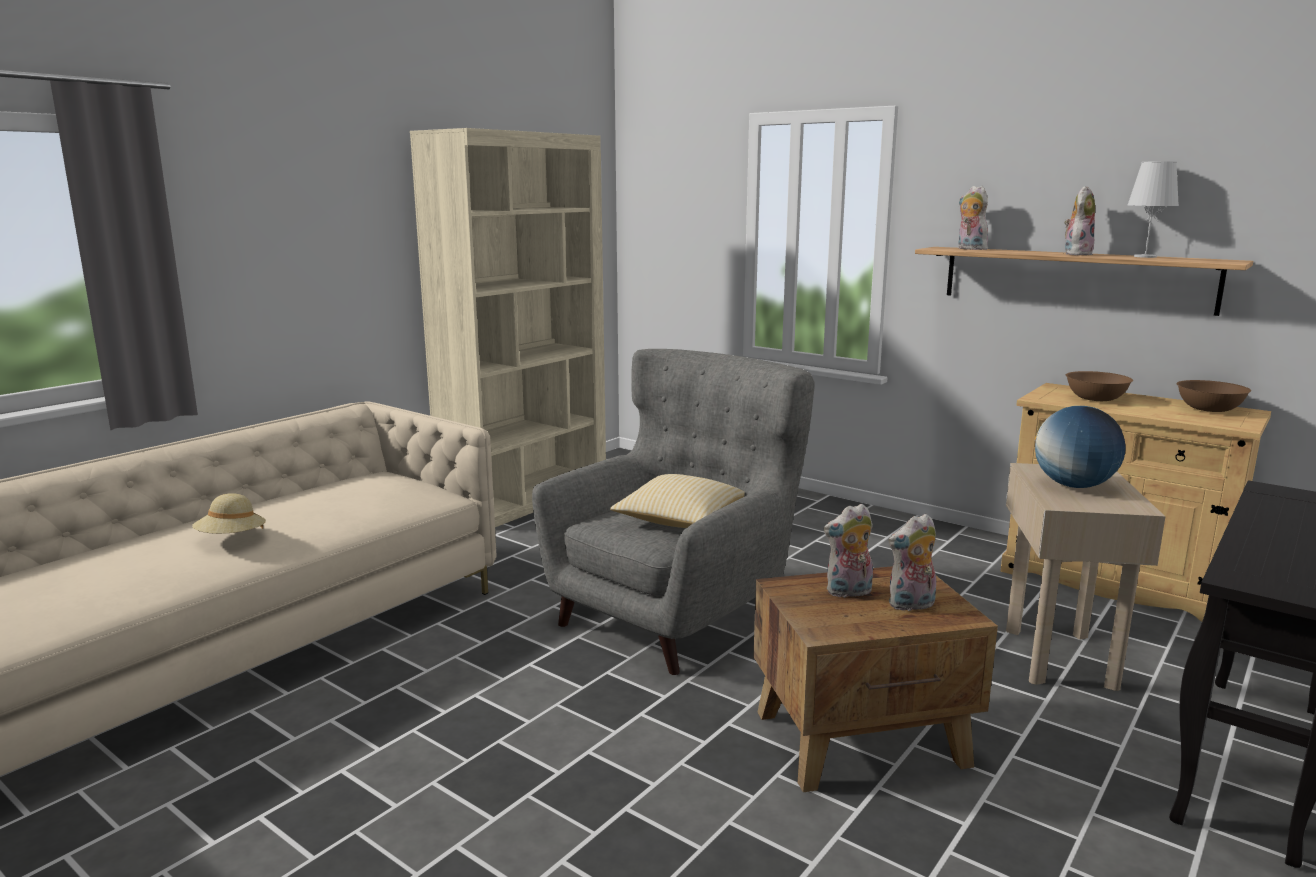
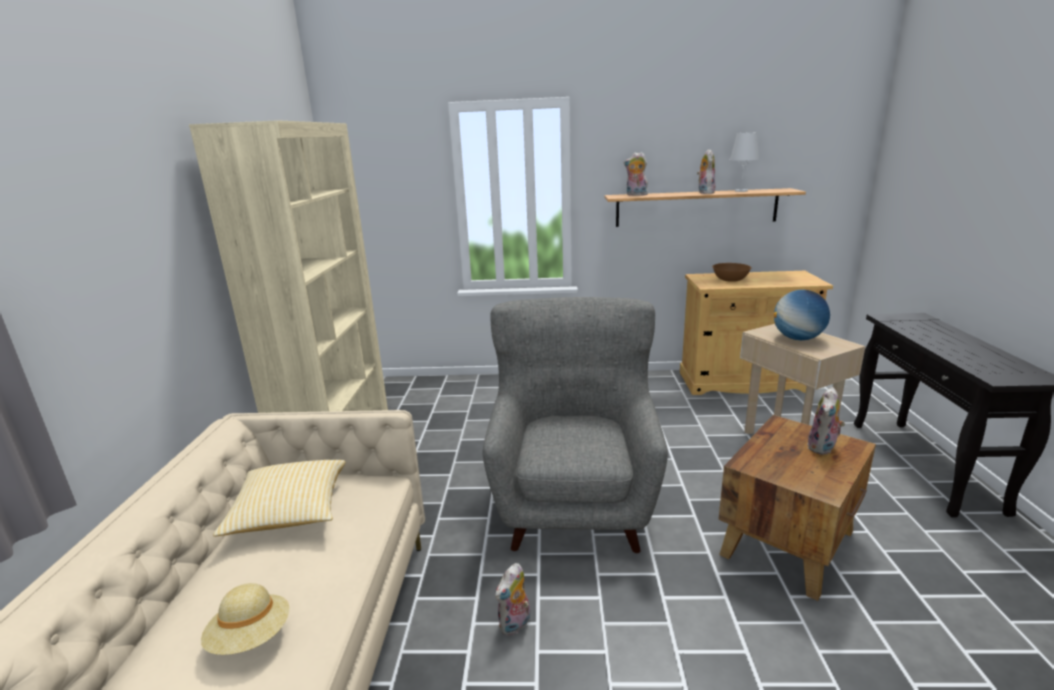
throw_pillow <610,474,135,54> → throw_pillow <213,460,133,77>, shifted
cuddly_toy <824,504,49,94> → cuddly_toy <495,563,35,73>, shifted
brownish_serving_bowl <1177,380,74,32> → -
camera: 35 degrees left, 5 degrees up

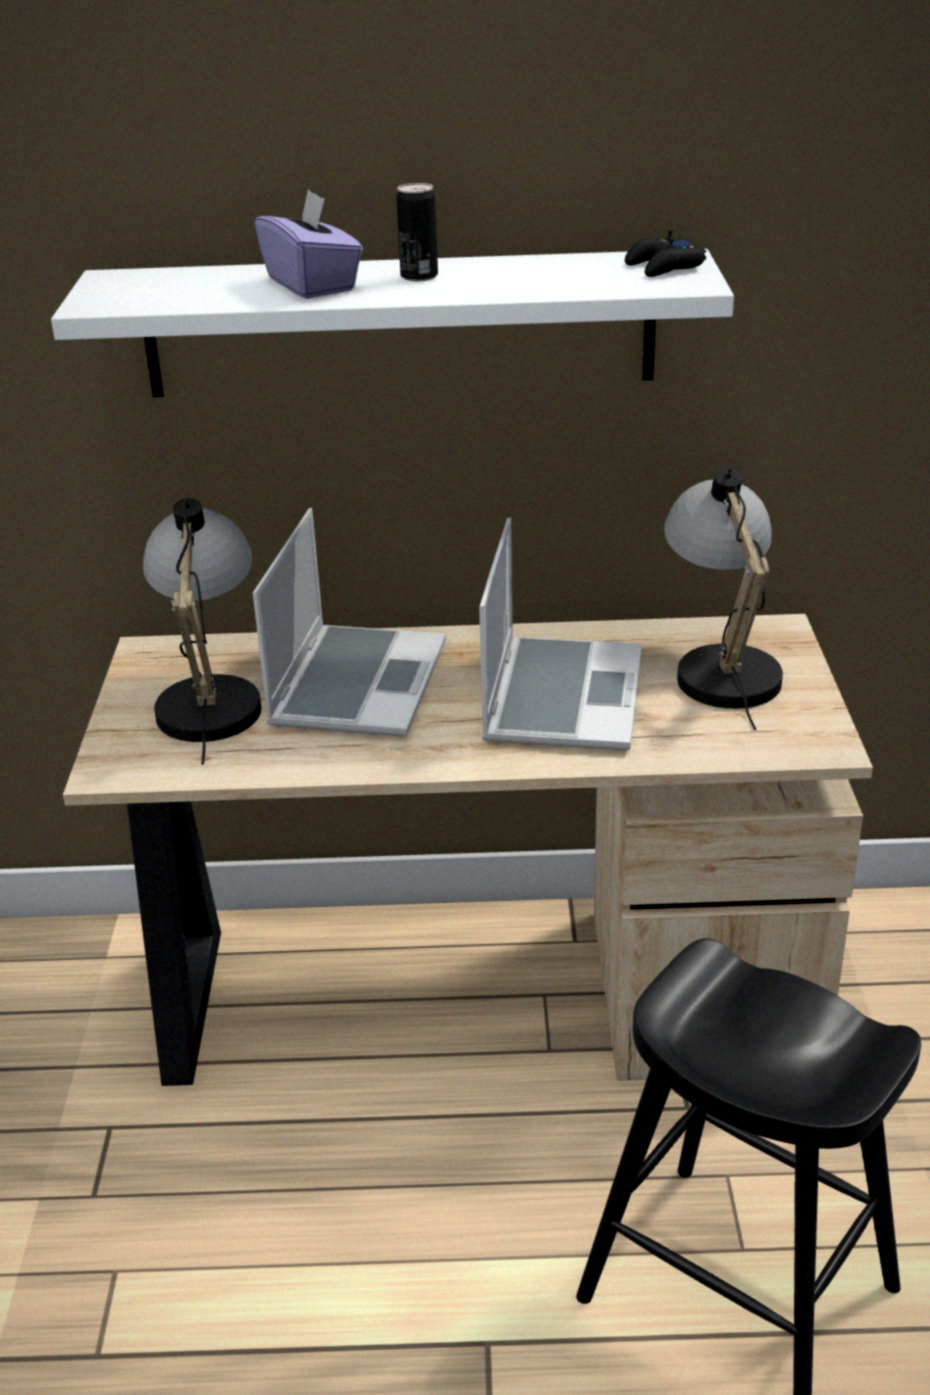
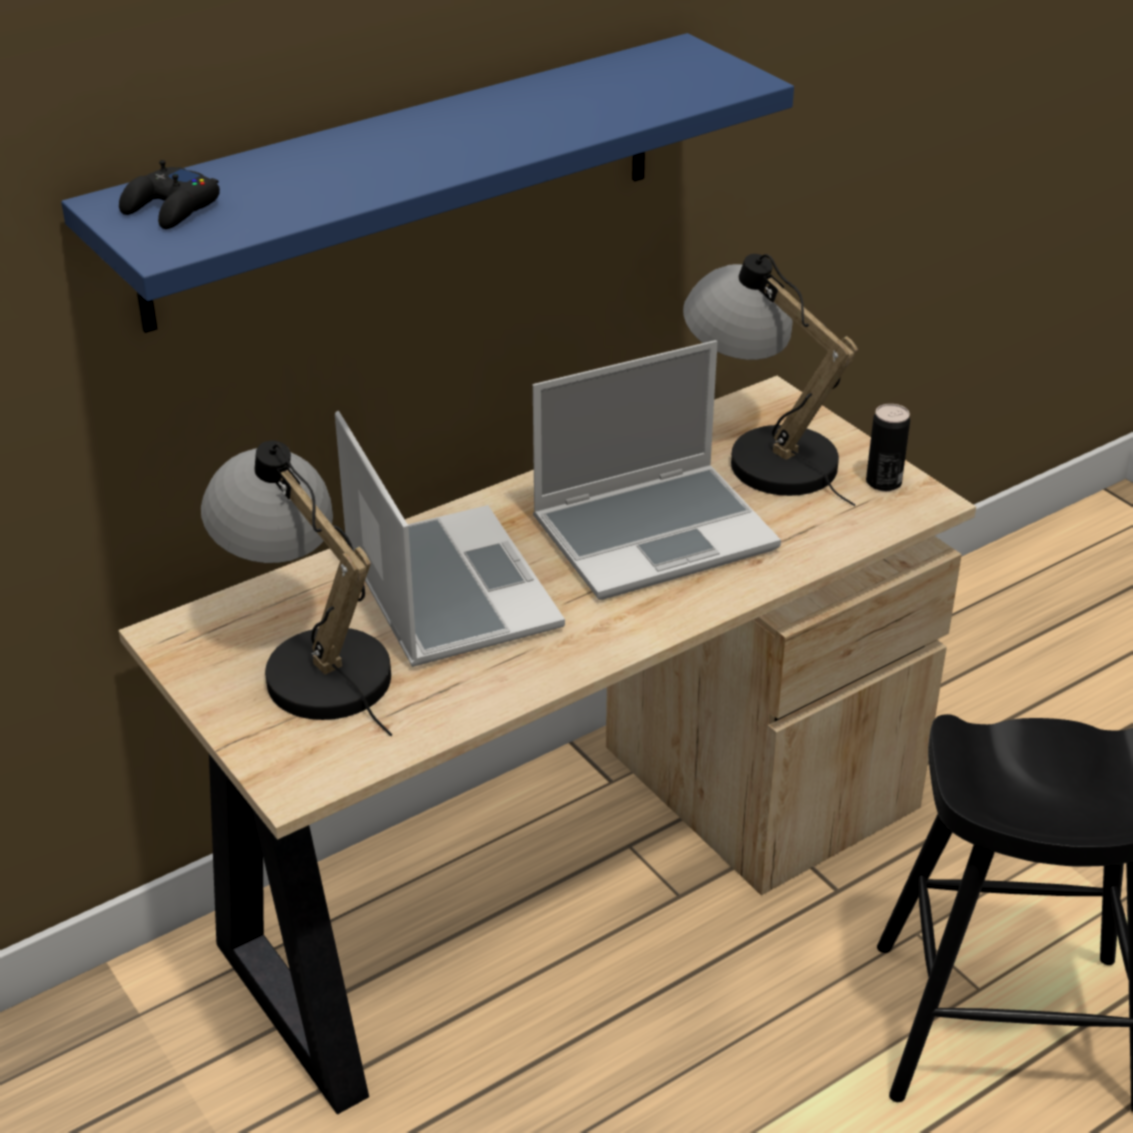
white_bracket_shelf <51,249,683,148> → bluish_bracket_shelf <61,33,733,300>
purple-coloured_box_of_tissues <255,189,108,110> → -
can <396,183,42,98> → can <866,404,44,87>, shifted
notebook_computer <479,518,163,232> → notebook_computer <533,340,248,260>, 90 degrees clockwise
blackish_joypad <625,230,81,47> → blackish_joypad <119,160,101,69>, shifted
camera: 35 degrees left, 5 degrees up

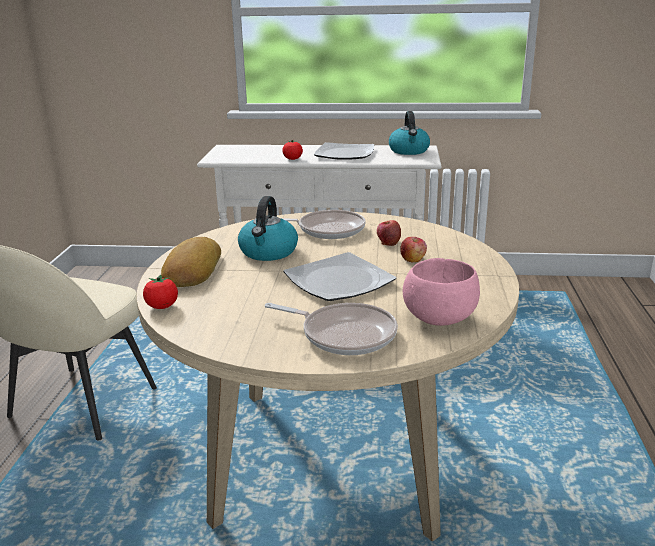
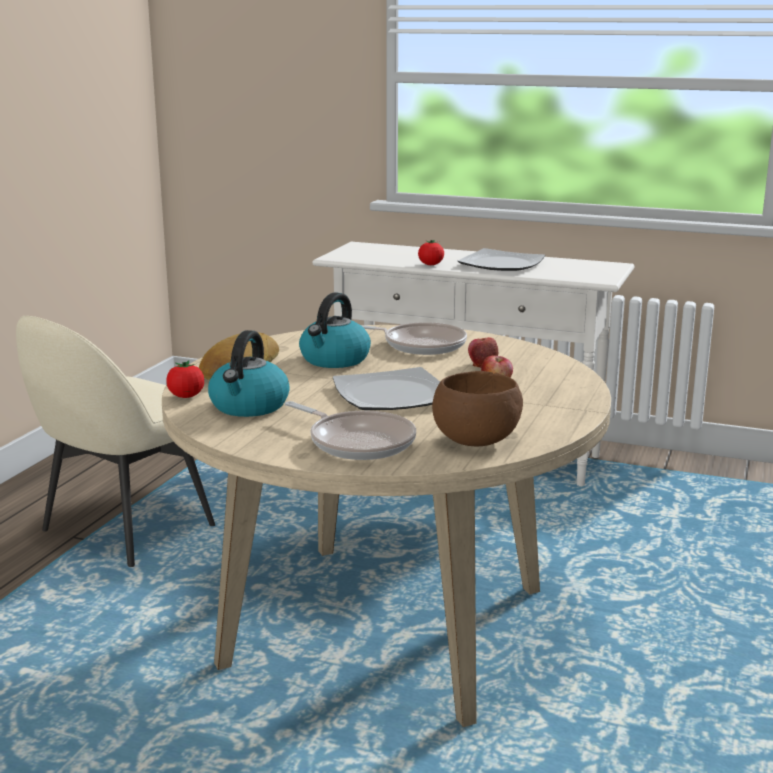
water_kettle <389,111,41,44> → water_kettle <208,330,82,87>, shifted
pink_serving_bowl <403,258,77,68> → brownish_serving_bowl <432,371,91,75>
camera: 15 degrees right, 5 degrees down

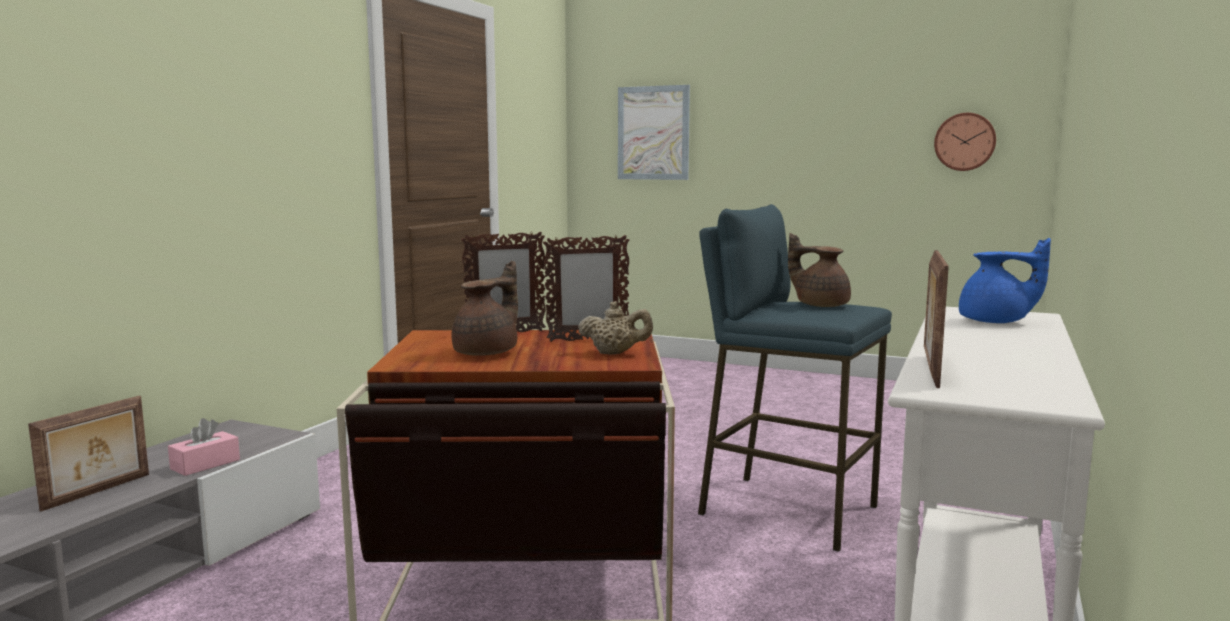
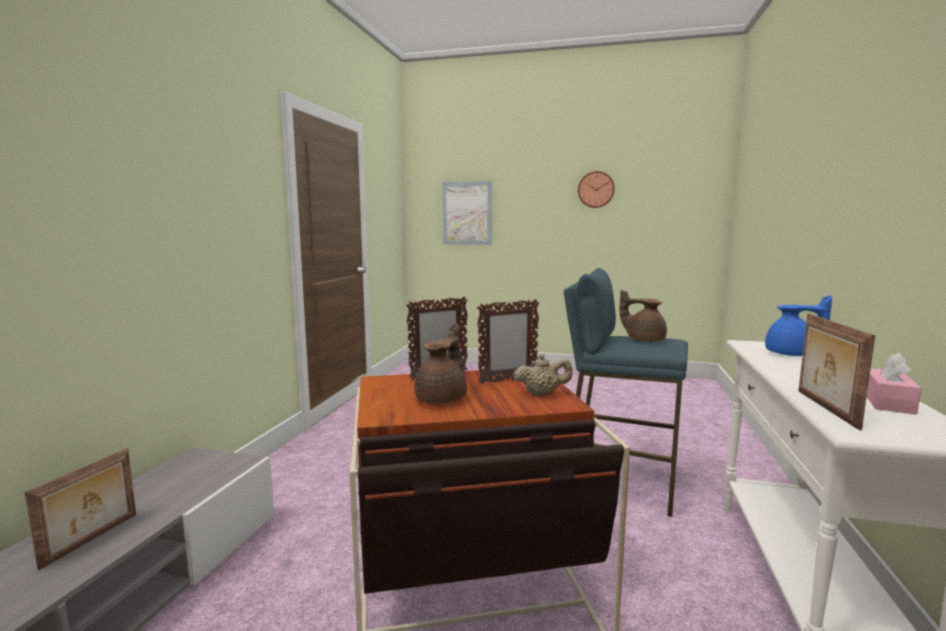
pink_box_of_tissues <168,418,72,58> → pink_box_of_tissues <867,353,55,61>, shifted
wall_clock <934,113,62,58> → wall_clock <578,171,37,37>, shifted
camera: 10 degrees left, 0 degrees up

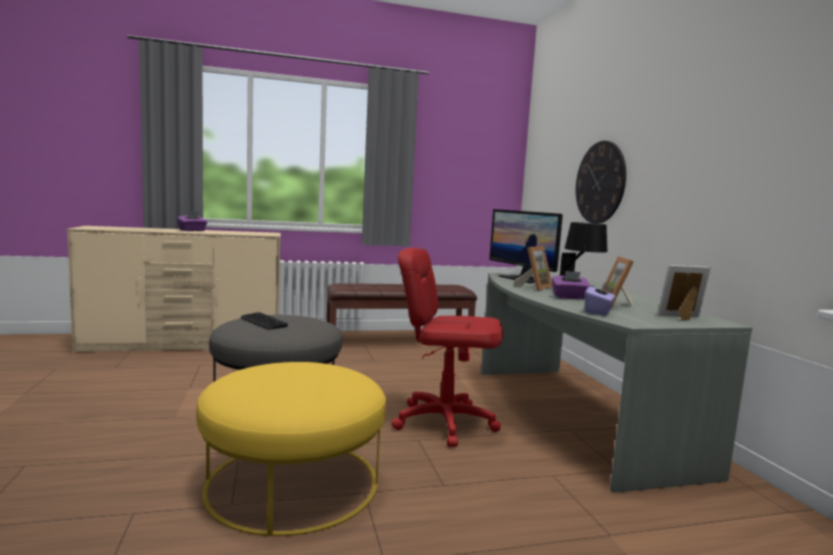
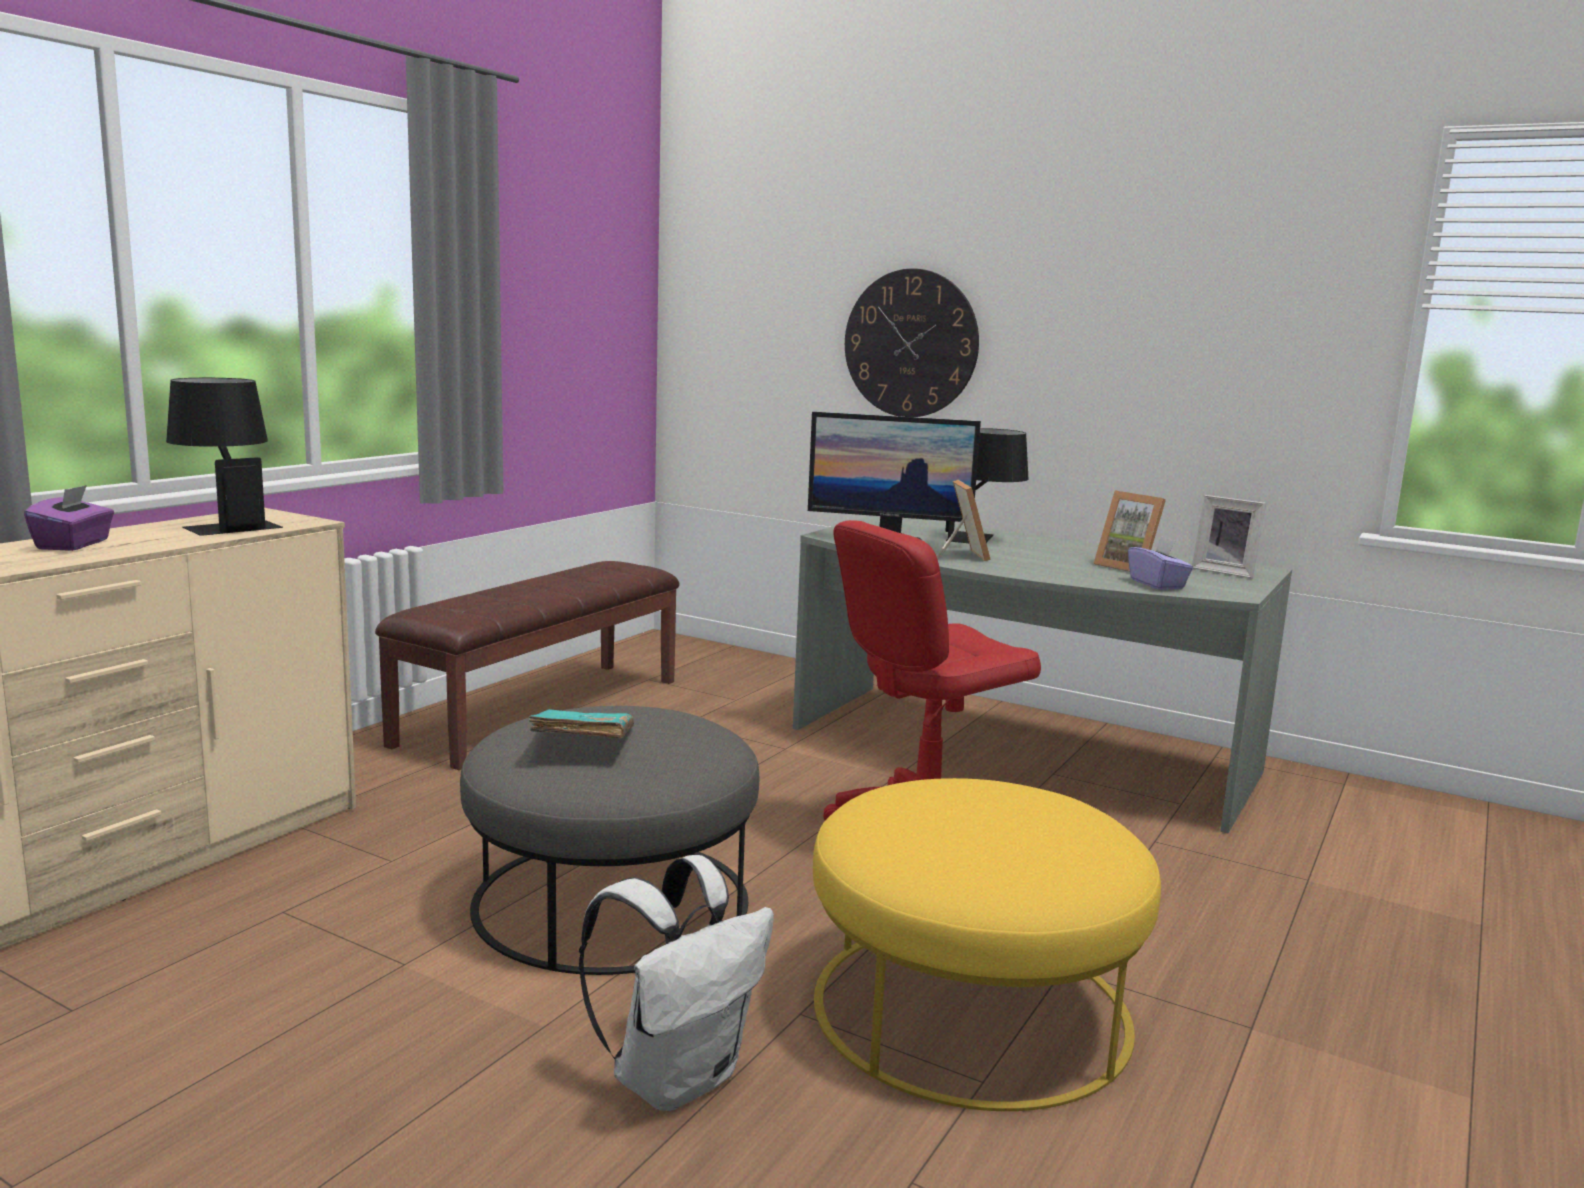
computer_keyboard <241,312,47,18> → blue-green_volume <529,709,105,29>
purple-coloured_box_of_tissues <552,271,39,29> → -
standing_frame <658,265,53,55> → standing_frame <1192,495,75,83>, 90 degrees counterclockwise
- → blackish_table_lamp <166,378,117,158>
- → white_rucksack <579,855,195,256>
camera: 45 degrees left, 5 degrees up

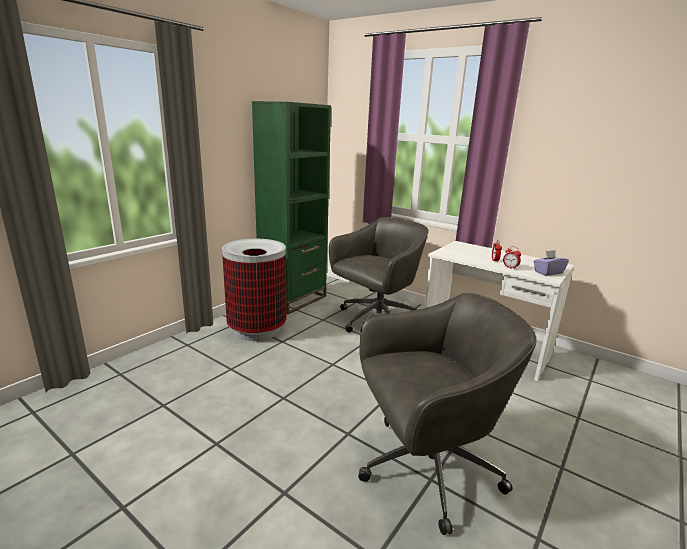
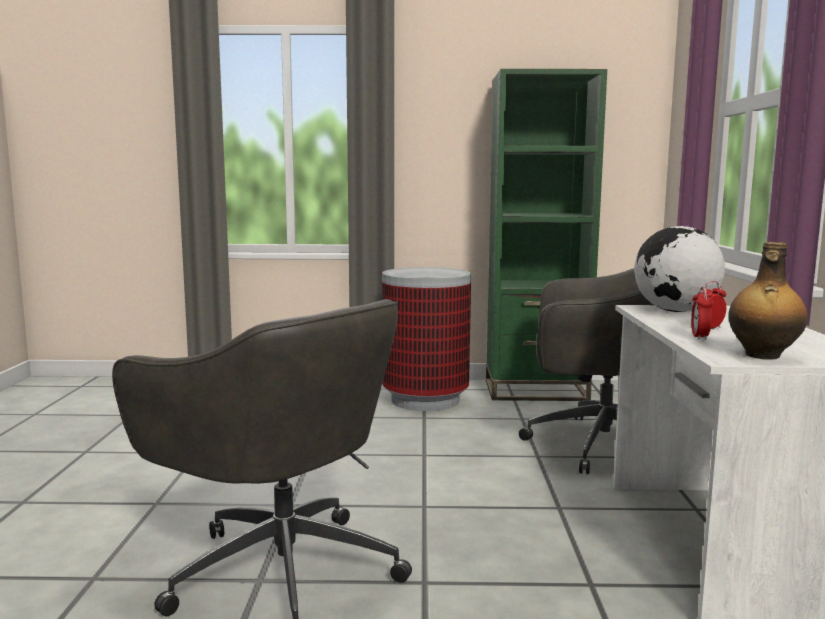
purple-coloured_box_of_tissues <534,250,35,26> → drink_bottle <728,242,80,118>
- → desk_globe <634,226,91,86>
camera: 55 degrees right, 10 degrees down

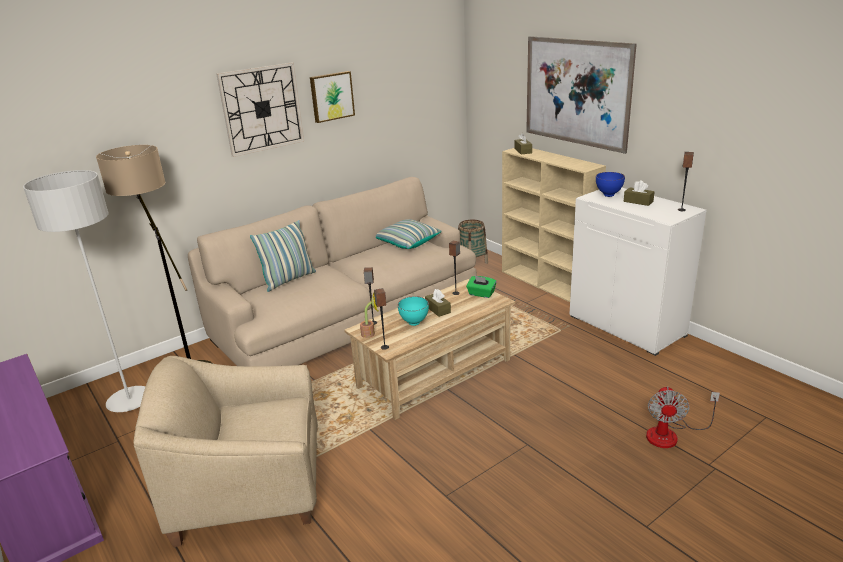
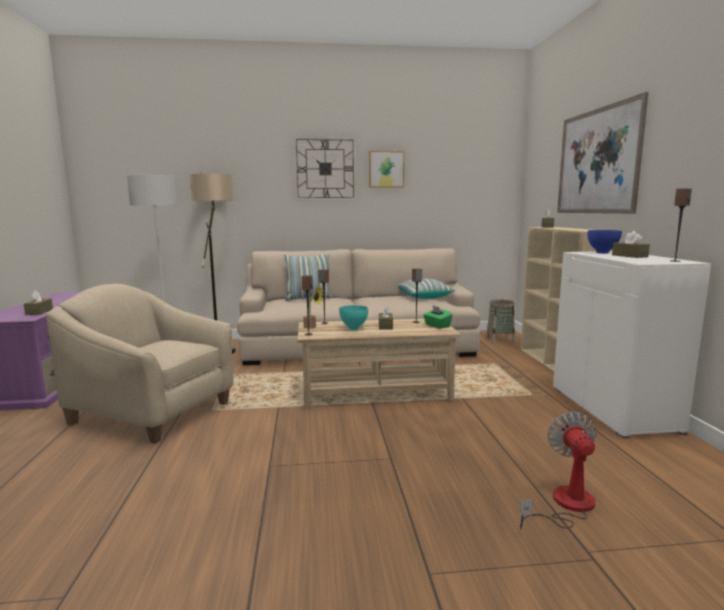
electric_fan <646,386,74,62> → electric_fan <520,412,77,117>, 135 degrees clockwise
- → brownish_box_of_tissues <24,290,29,25>
camera: 30 degrees right, 15 degrees down

